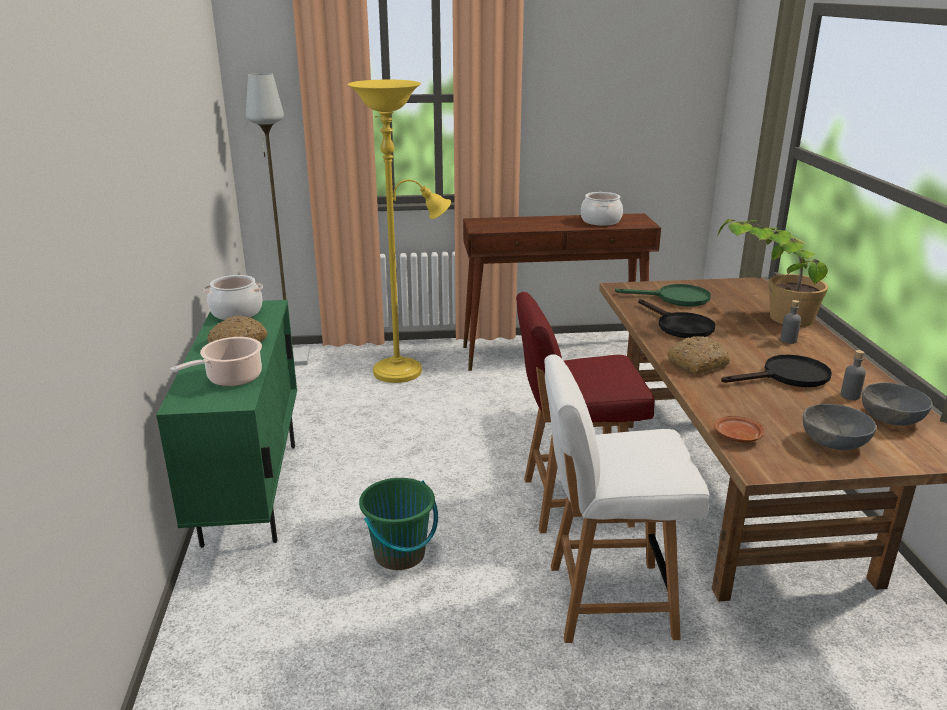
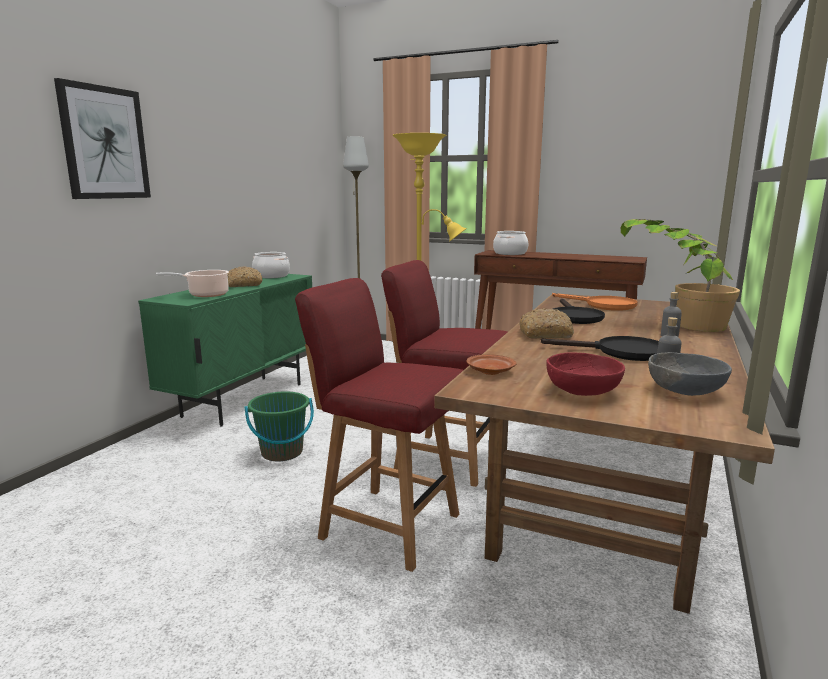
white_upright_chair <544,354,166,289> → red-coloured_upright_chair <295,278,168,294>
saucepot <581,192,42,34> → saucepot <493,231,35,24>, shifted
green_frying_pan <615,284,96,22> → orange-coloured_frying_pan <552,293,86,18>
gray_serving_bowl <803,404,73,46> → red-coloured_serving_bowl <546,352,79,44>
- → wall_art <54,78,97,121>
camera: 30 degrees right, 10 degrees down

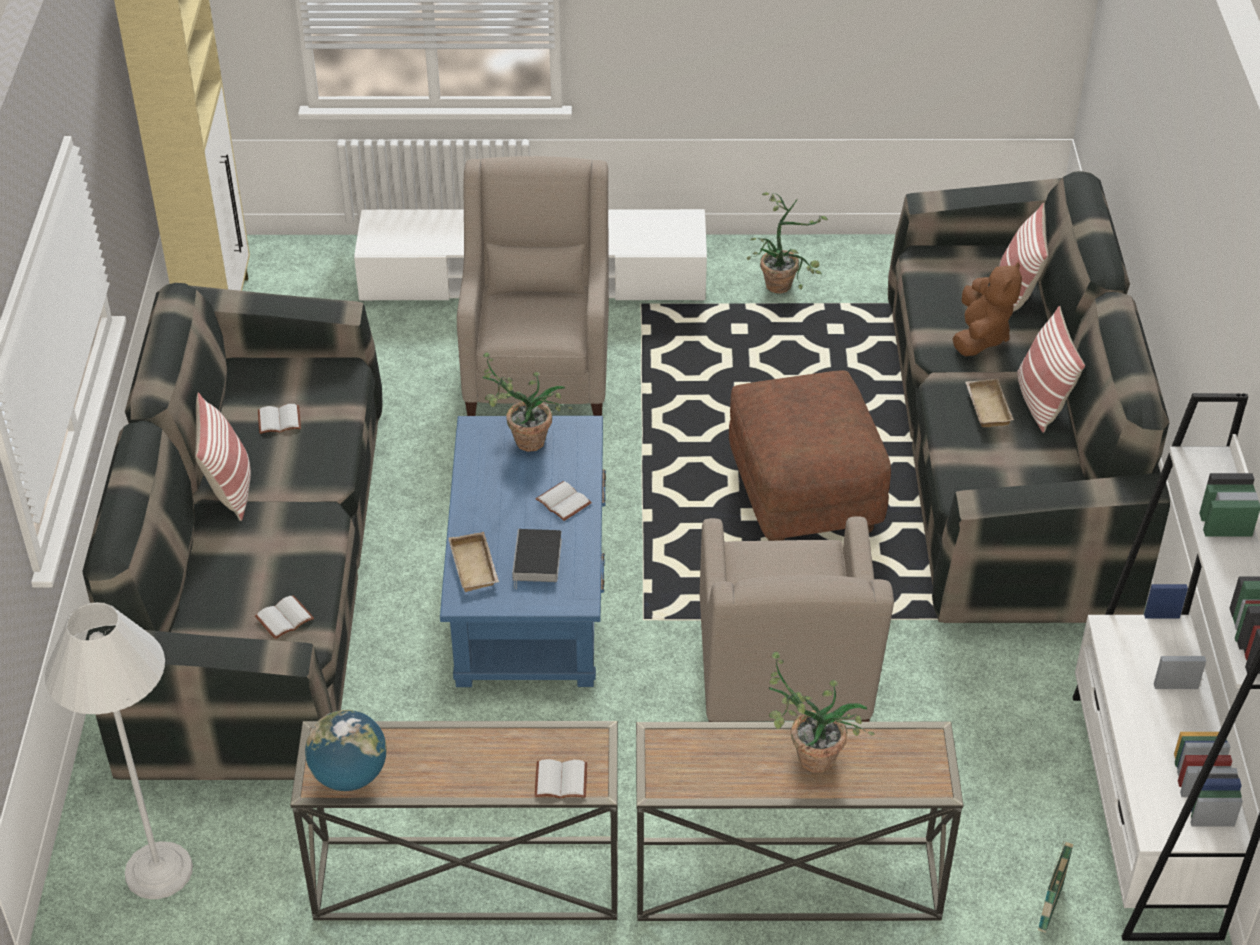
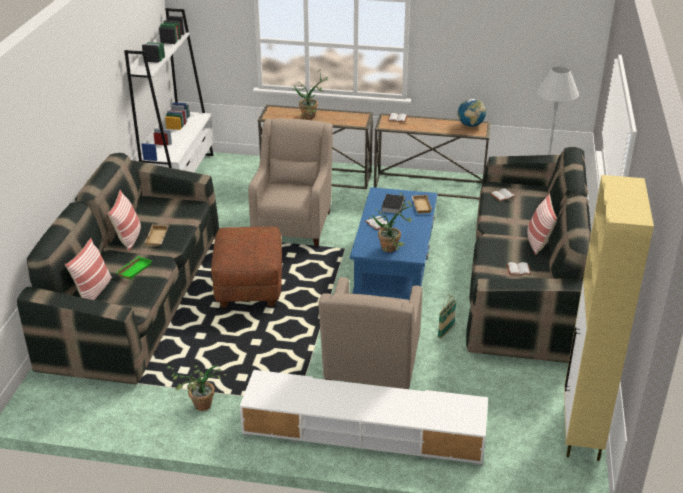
brownish_cuddly_toy <953,261,69,95> → green_serving_tray <116,256,36,24>
storage_basket <1038,841,36,92> → storage_basket <438,294,19,45>, shifted
camera: 170 degrees left, 10 degrees down

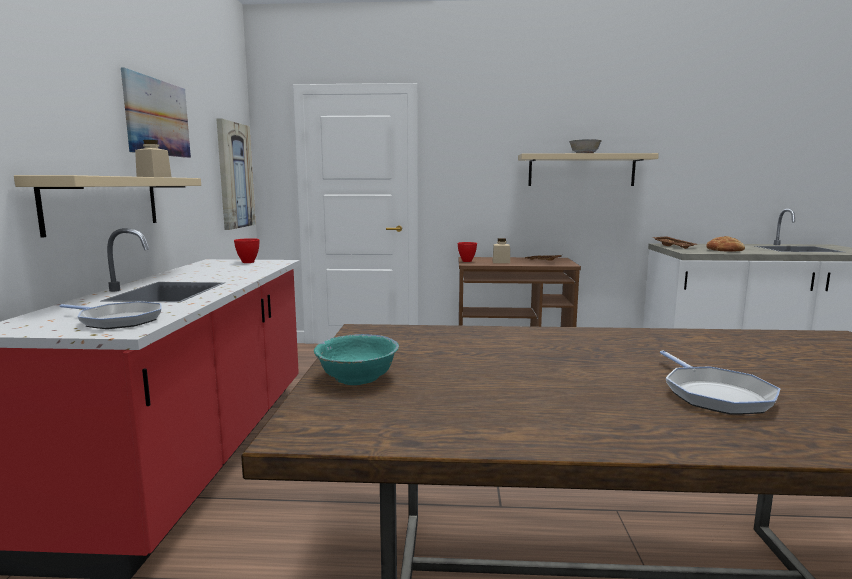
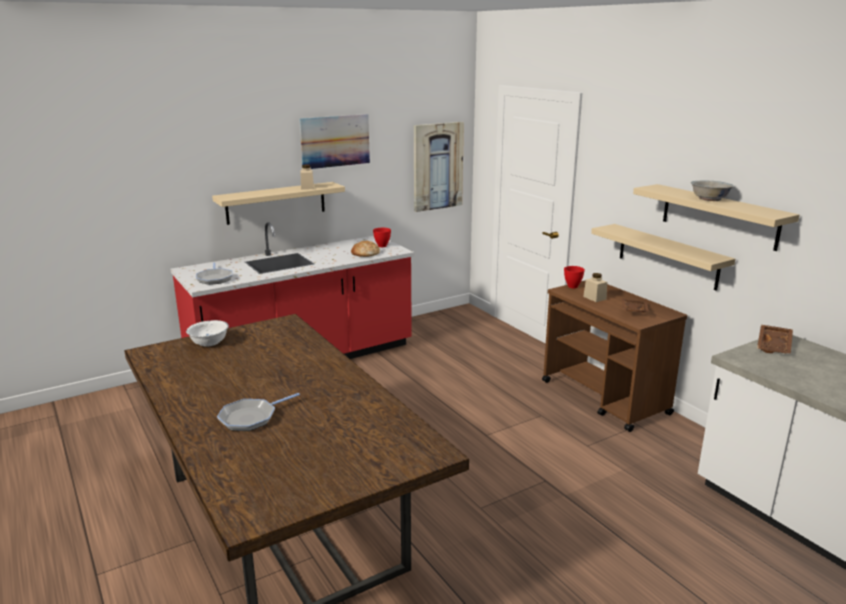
blue-green_serving_bowl <314,334,85,51> → white_serving_bowl <186,320,43,27>
baked_bread <706,236,39,16> → baked_bread <351,241,29,16>, shifted
- → beige-coloured_bracket_shelf <591,224,144,67>
camera: 55 degrees right, 10 degrees up

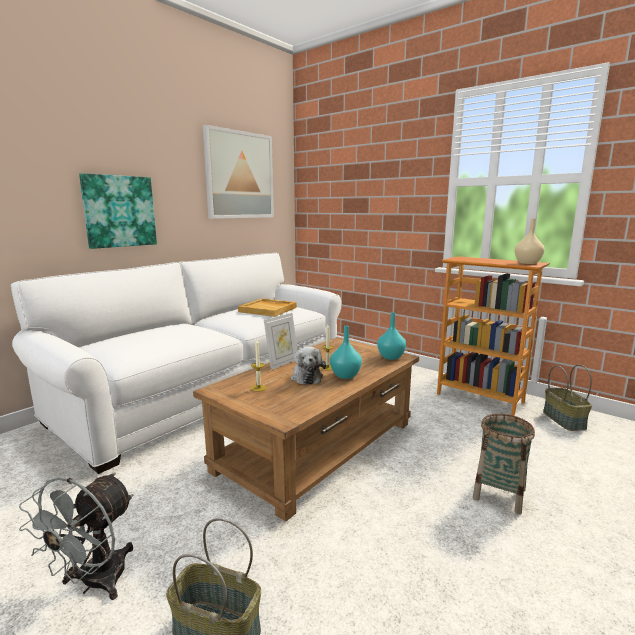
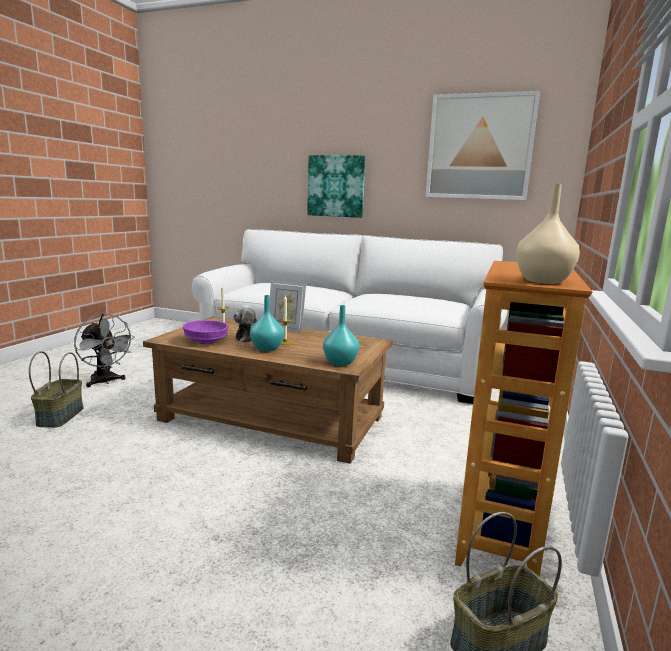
gray_electric_fan <19,473,114,127> → gray_electric_fan <74,314,61,73>, 135 degrees counterclockwise
beige-coloured_serving_tray <238,298,59,19> → -
storage_basket <473,414,62,100> → -
- → purple-coloured_serving_bowl <183,320,45,24>
camera: 70 degrees right, 0 degrees up

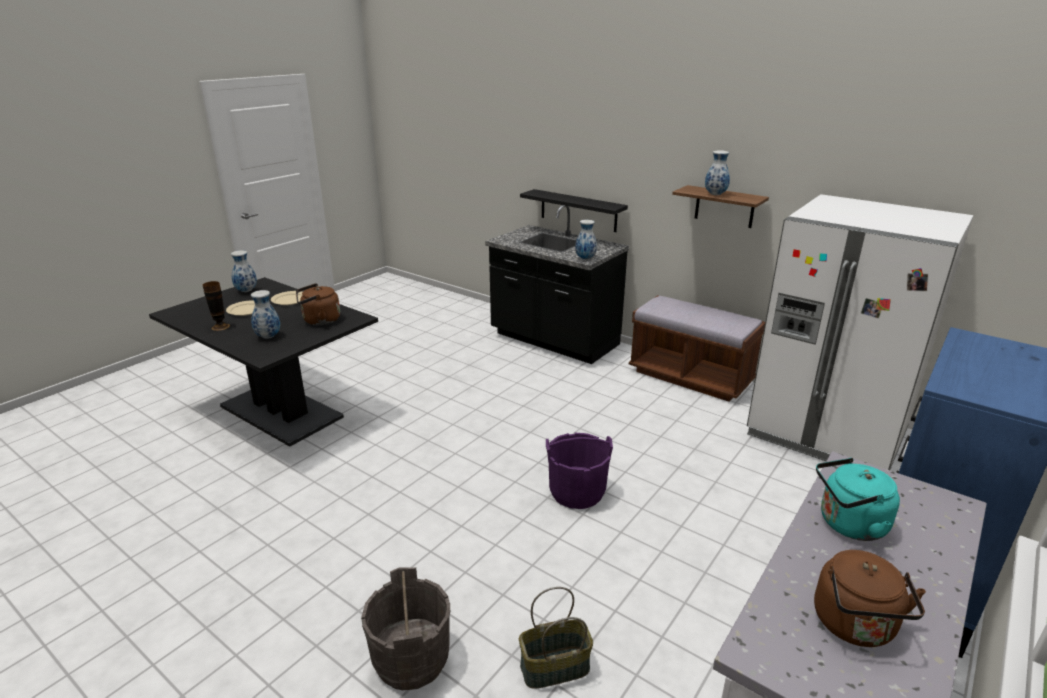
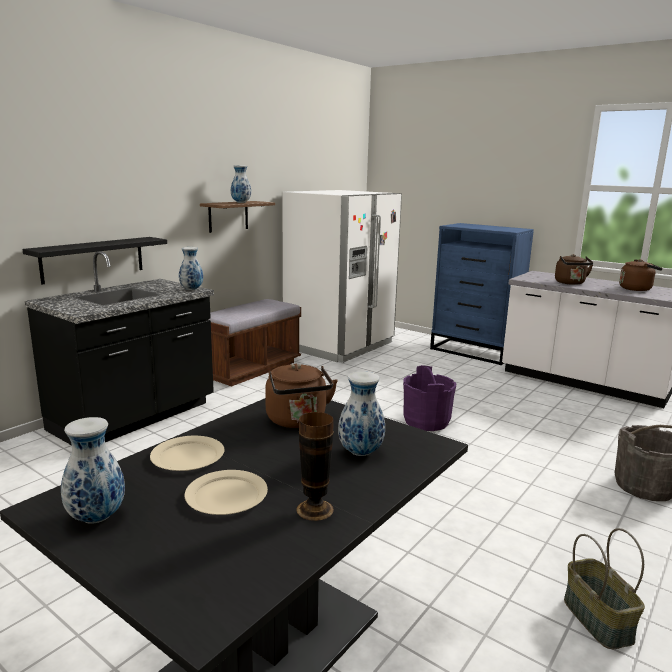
storage_basket <519,587,74,101> → storage_basket <564,528,81,121>, shifted
blue-green_water_kettle <816,458,84,83> → brownish_water_kettle <555,254,38,31>
camera: 90 degrees left, 10 degrees down

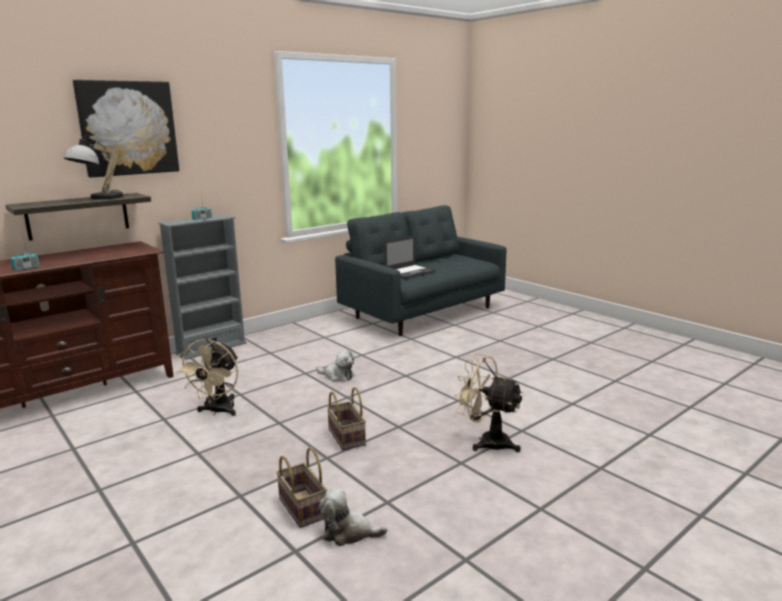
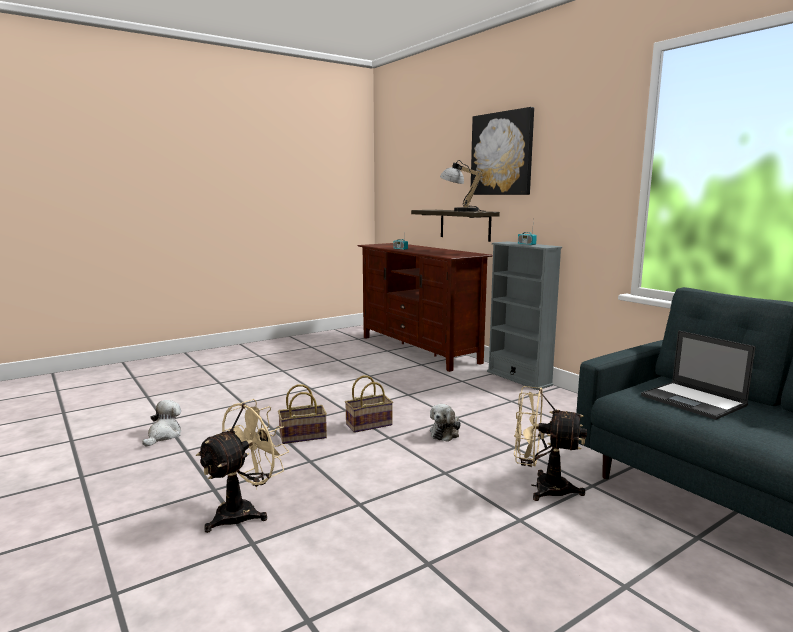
beige-coloured_electric_fan <176,339,62,77> → beige-coloured_electric_fan <514,386,73,115>, shifted
storage_basket <276,447,51,81> → storage_basket <345,376,48,57>, shifted
camera: 95 degrees right, 5 degrees down

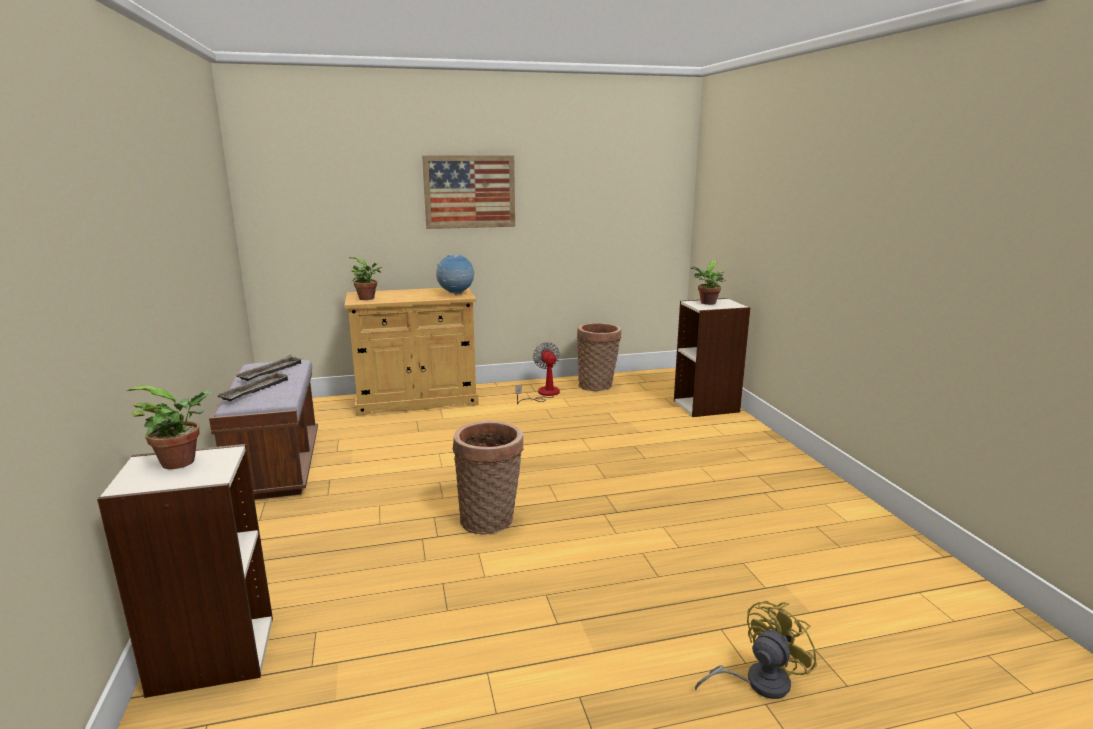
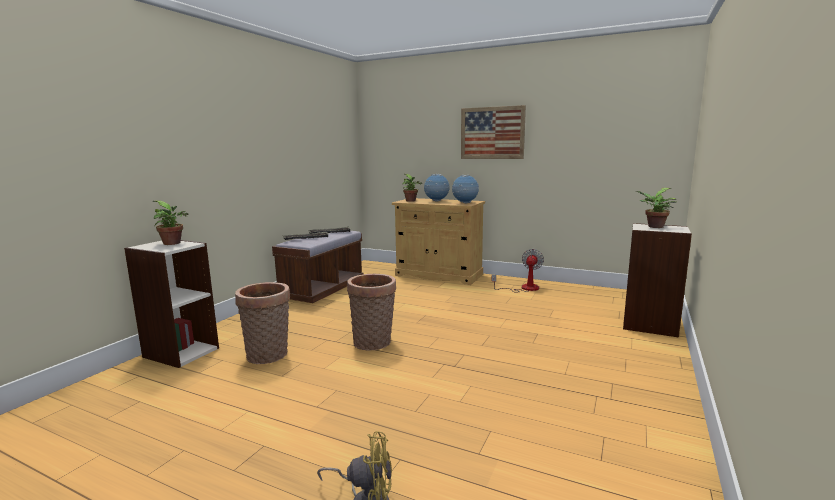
storage_basket <577,323,44,68> → storage_basket <235,282,55,82>, shifted
- → desk_globe <424,174,25,27>
camera: 40 degrees right, 5 degrees down

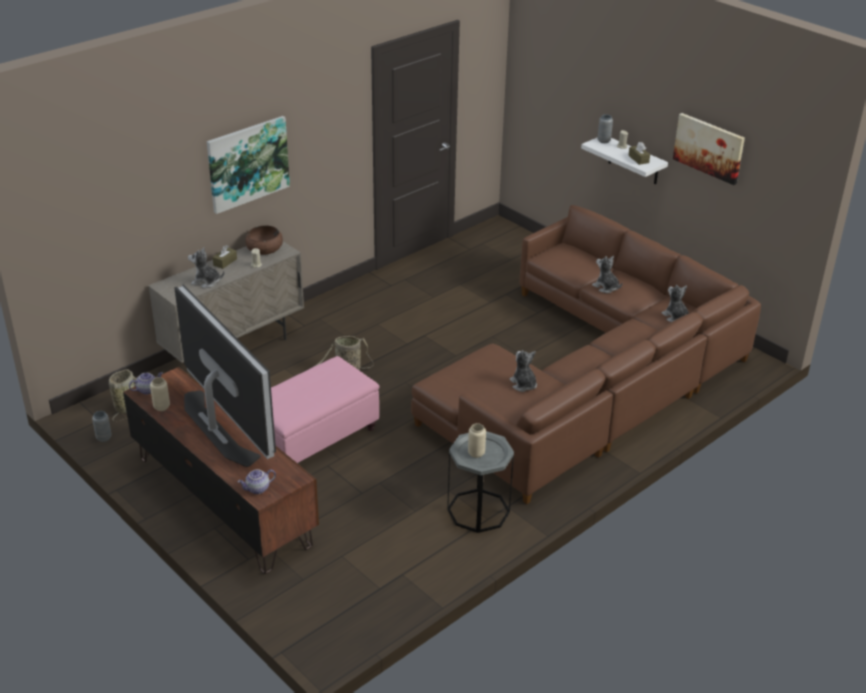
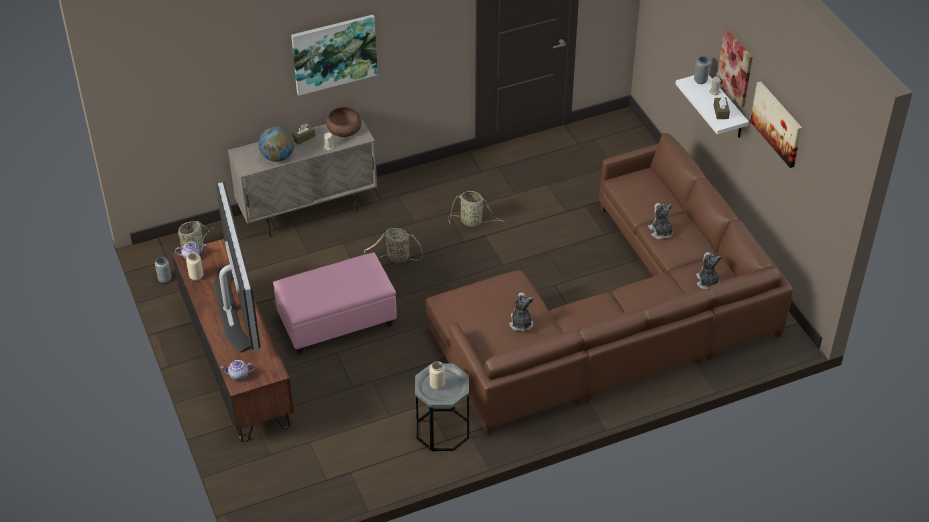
cuddly_toy <188,247,37,41> → desk_globe <258,126,36,36>
- → storage_basket <448,191,57,36>
- → wall_art <717,29,36,79>
camera: 20 degrees right, 10 degrees up

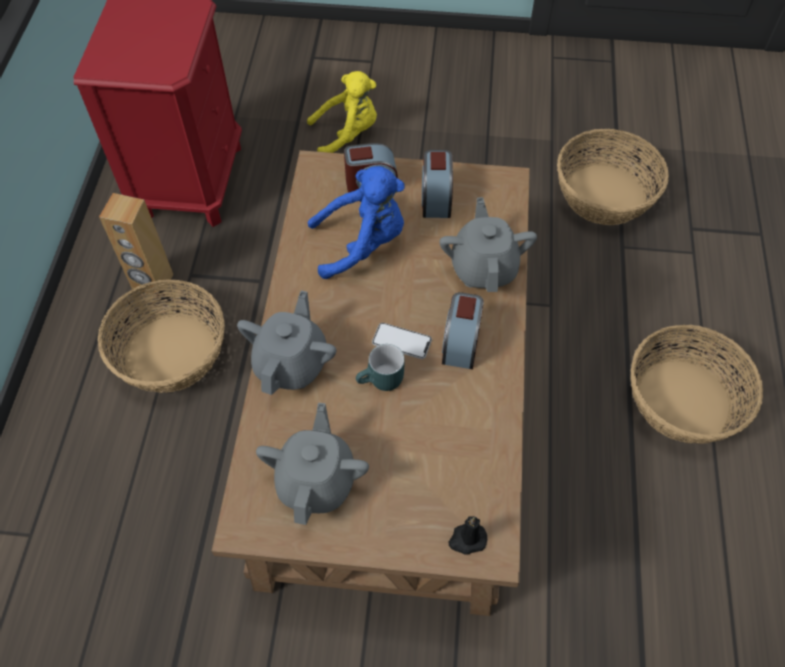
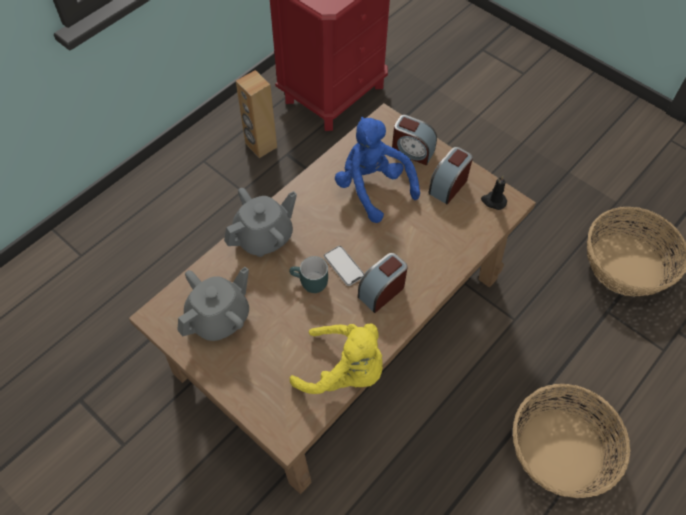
storage_basket <98,280,127,113> → -
yellowish_cuddly_toy <307,71,70,82> → yellowish_cuddly_toy <290,323,93,71>, shifted
bluish_cuddly_toy <308,166,97,113> → bluish_cuddly_toy <335,116,85,107>, 150 degrees counterclockwise
gray_teapot <439,197,98,95> → -
blackish_candle <449,516,38,39> → blackish_candle <481,176,26,34>, shifted
camera: 35 degrees right, 0 degrees up

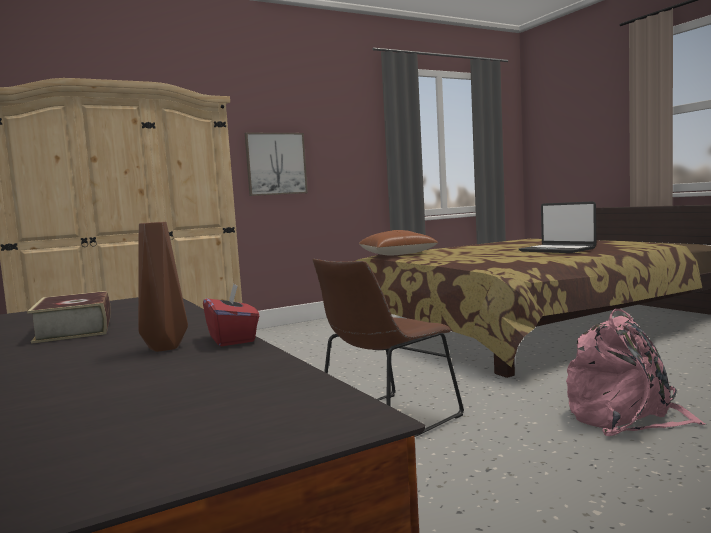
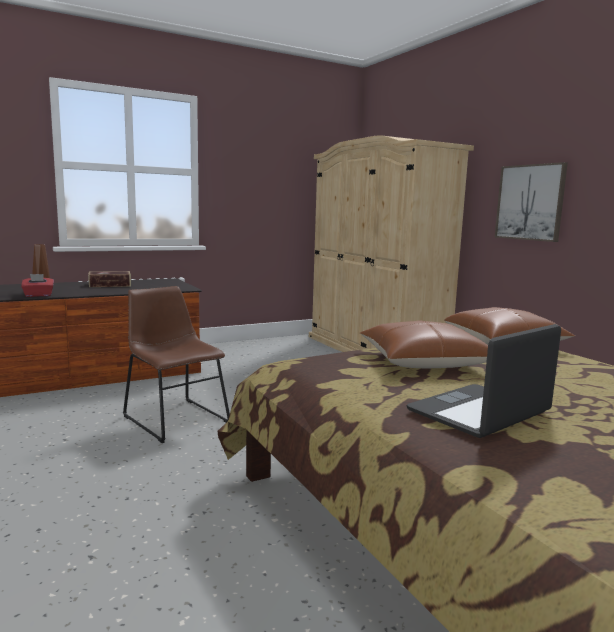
pink_rucksack <566,309,140,127> → -
- → brownish_throw_pillow <360,321,128,47>
camera: 90 degrees right, 5 degrees up

